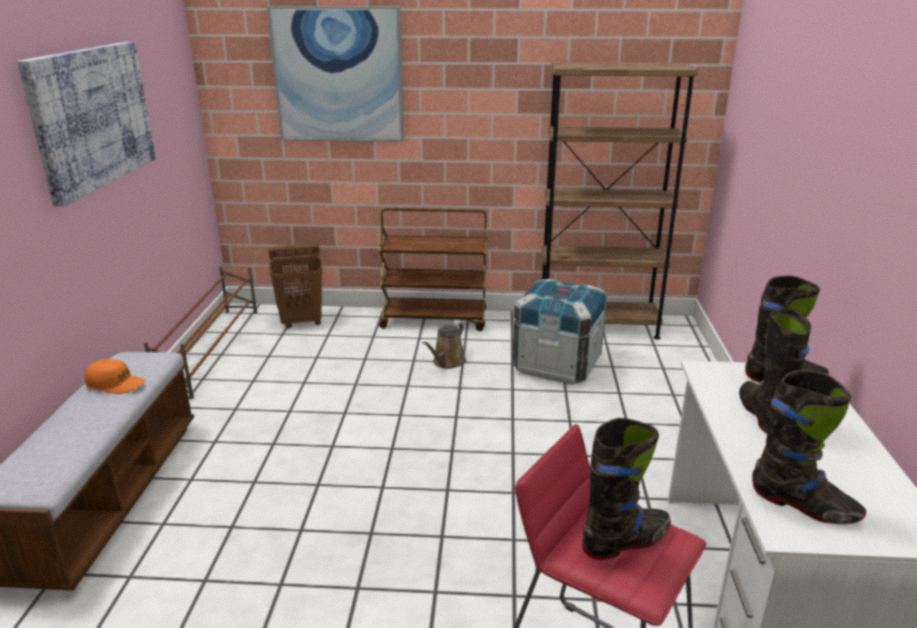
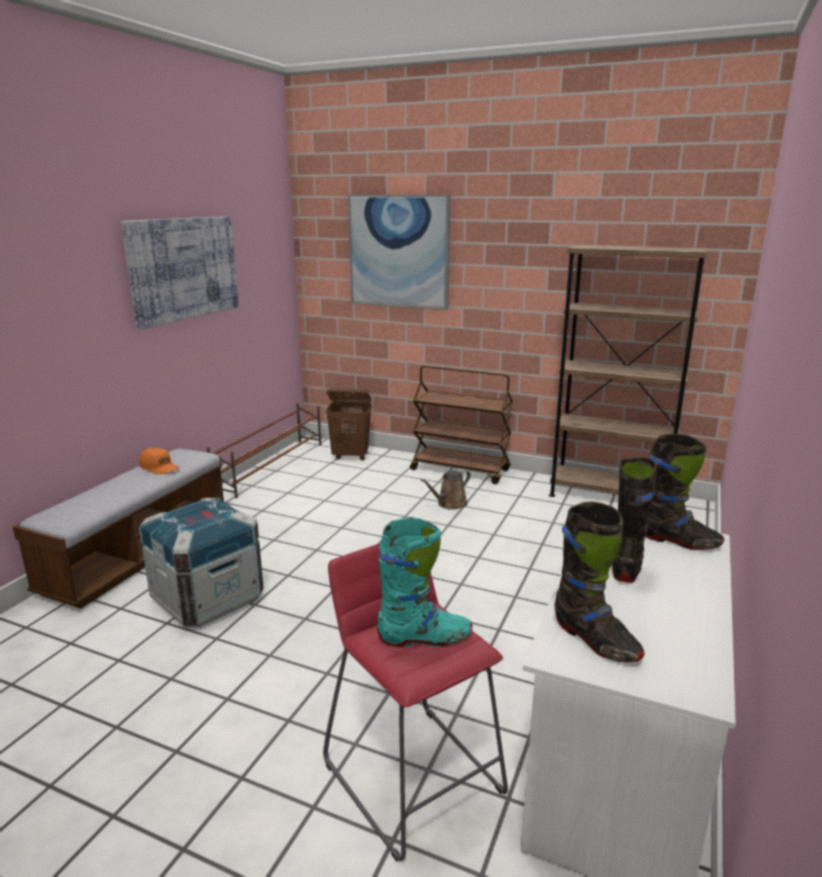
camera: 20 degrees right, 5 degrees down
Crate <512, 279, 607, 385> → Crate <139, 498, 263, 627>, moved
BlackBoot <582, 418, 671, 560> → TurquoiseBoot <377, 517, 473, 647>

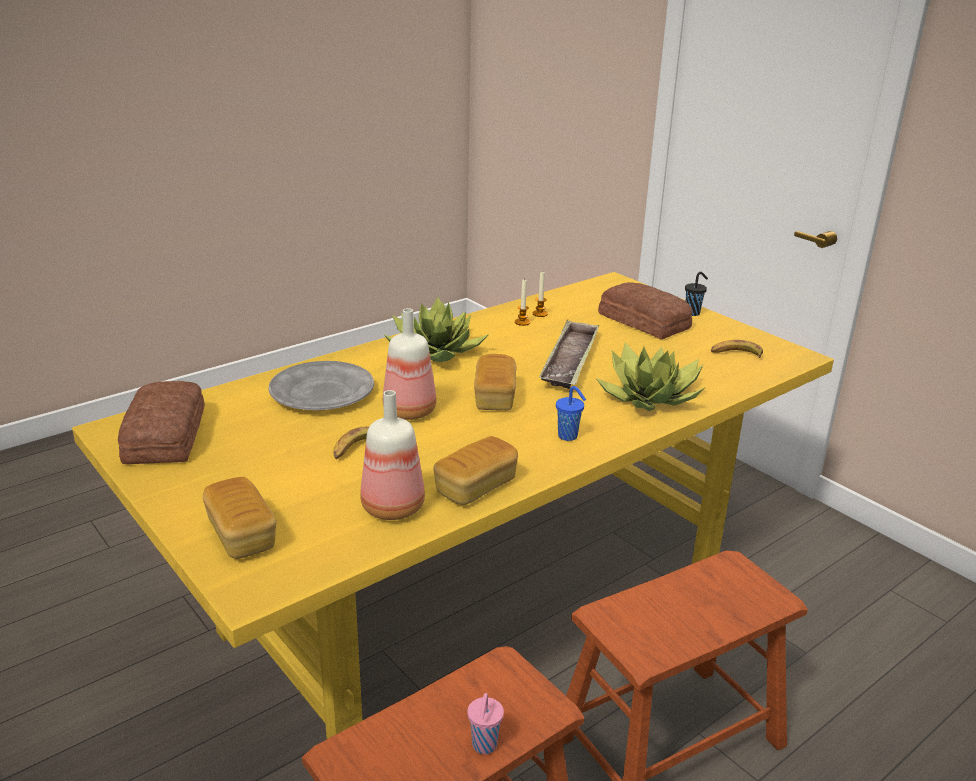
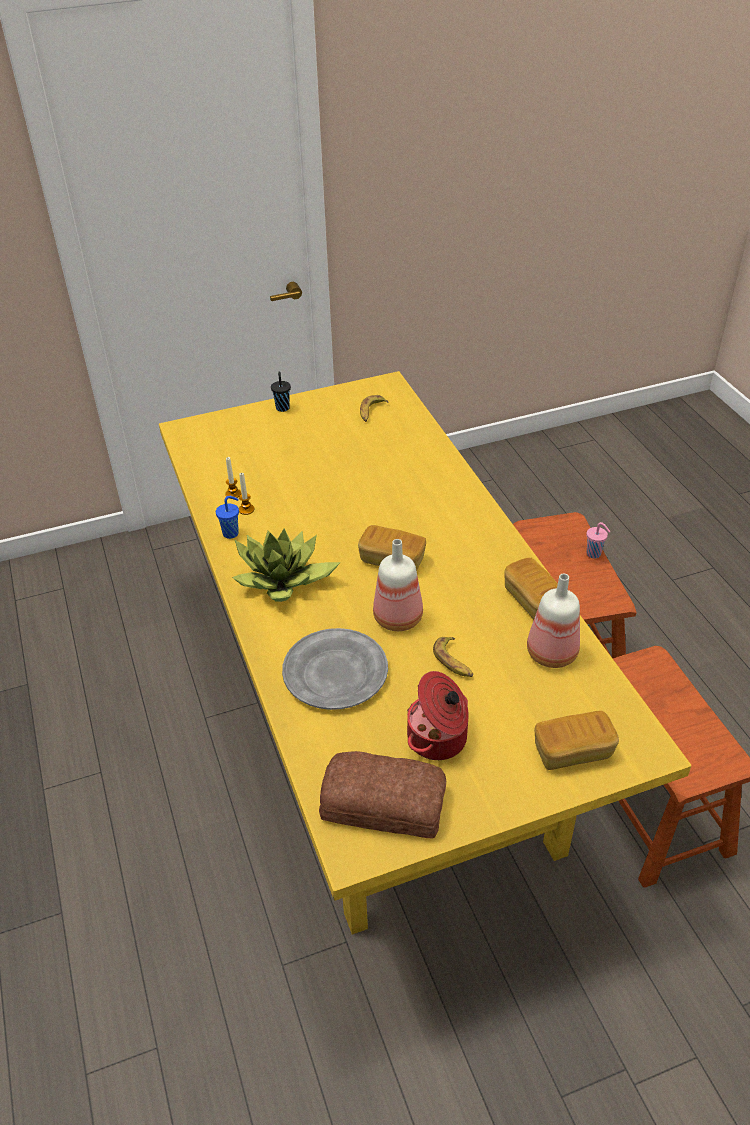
camera: 70 degrees left, 15 degrees up
Tray <539, 320, 599, 389> → -
PottedPlant <596, 342, 704, 411> → -
Bread <598, 282, 692, 339> → -
- → CookingPot <407, 671, 469, 760>
PinkCup <467, 693, 504, 754> → PinkCup <586, 522, 610, 558>, moved
BlueCup <556, 386, 586, 441> → BlueCup <216, 496, 239, 539>, moved

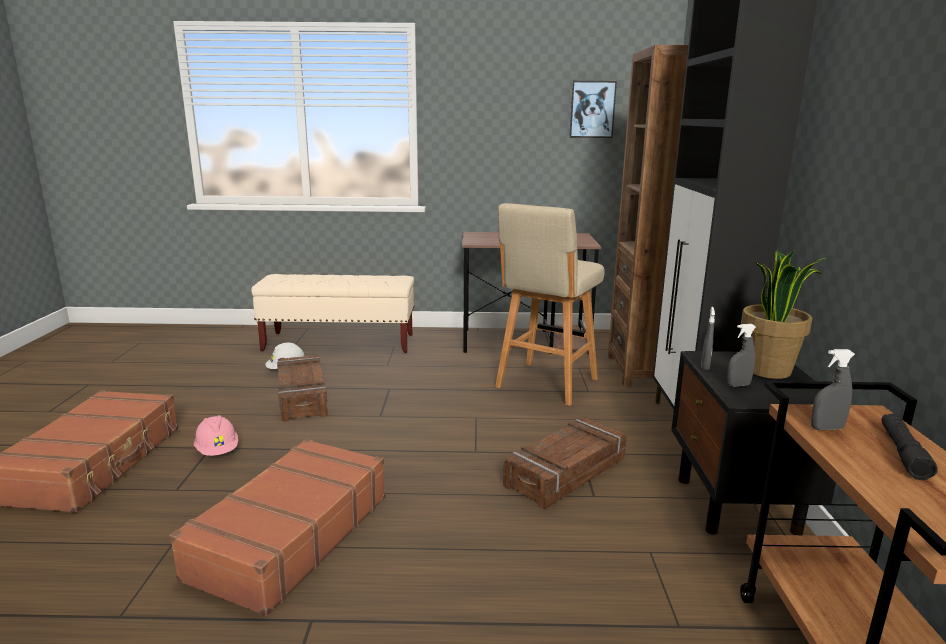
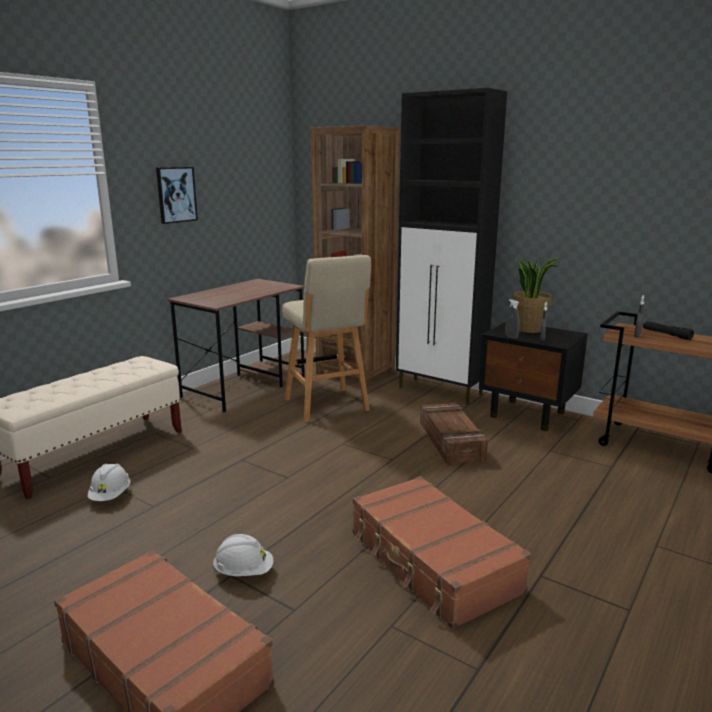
camera: 55 degrees left, 0 degrees up
Crate <277, 355, 328, 422> → -
Picture <569, 81, 617, 138> → Picture <156, 167, 198, 224>, moved
PinkHardHat <194, 415, 238, 456> → WhiteHardHat <212, 534, 273, 576>

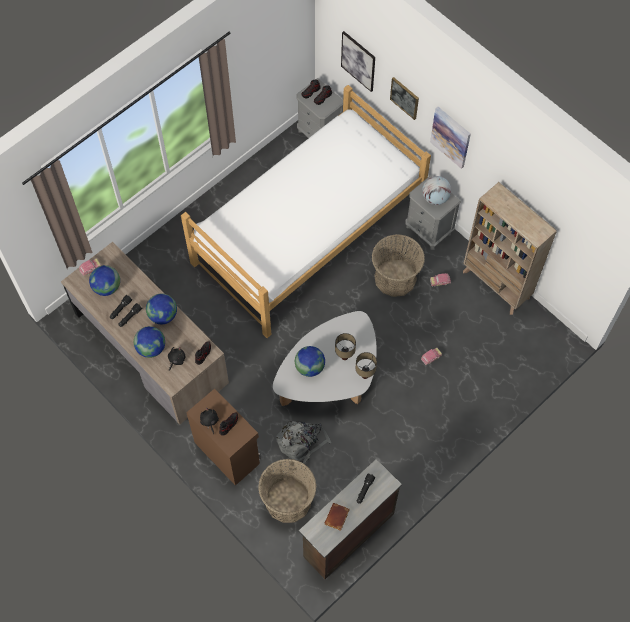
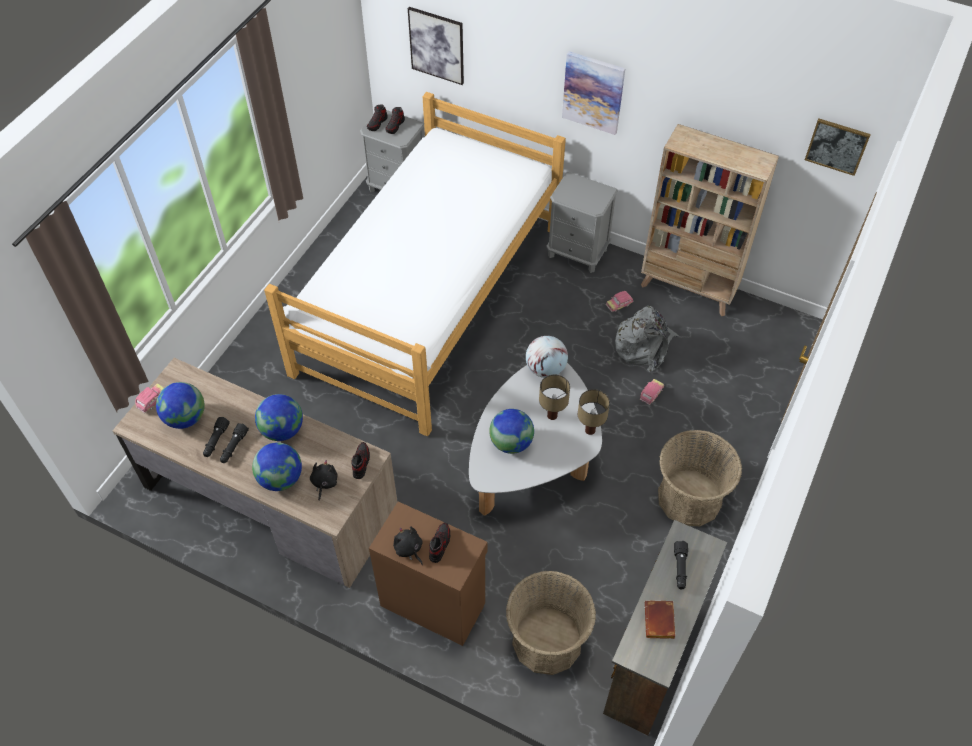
camera: 20 degrees left, 10 degrees down
GreyBackpack <277, 421, 332, 466> → GreyBackpack <615, 306, 679, 372>, moved
Basket <372, 234, 425, 297> → Basket <658, 430, 742, 526>, moved
Picture <390, 77, 419, 120> → Picture <805, 118, 871, 176>, moved
Globe <422, 176, 451, 205> → Globe <526, 336, 568, 378>, moved

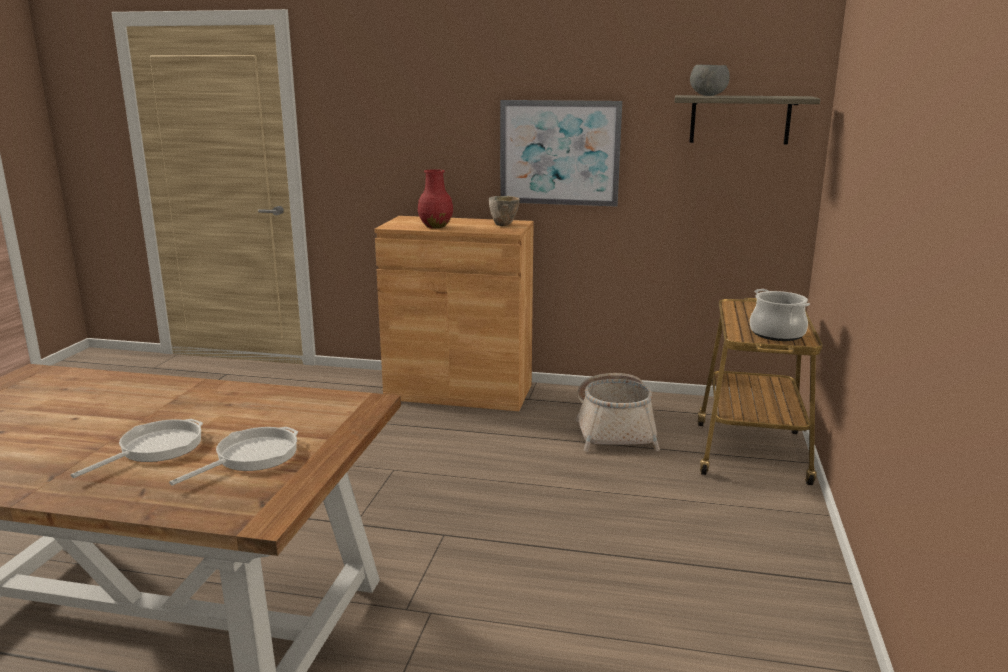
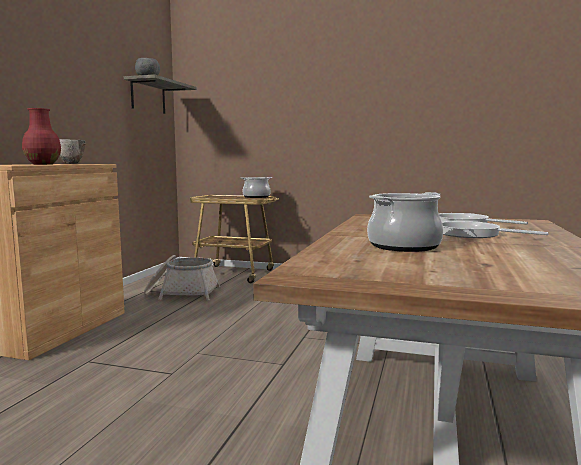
camera: 85 degrees left, 10 degrees down
Picture <500, 100, 622, 207> → -
- → CookingPot <367, 192, 443, 252>

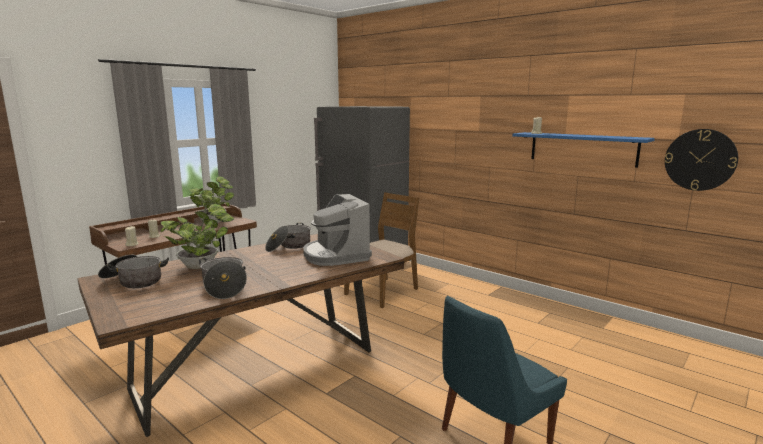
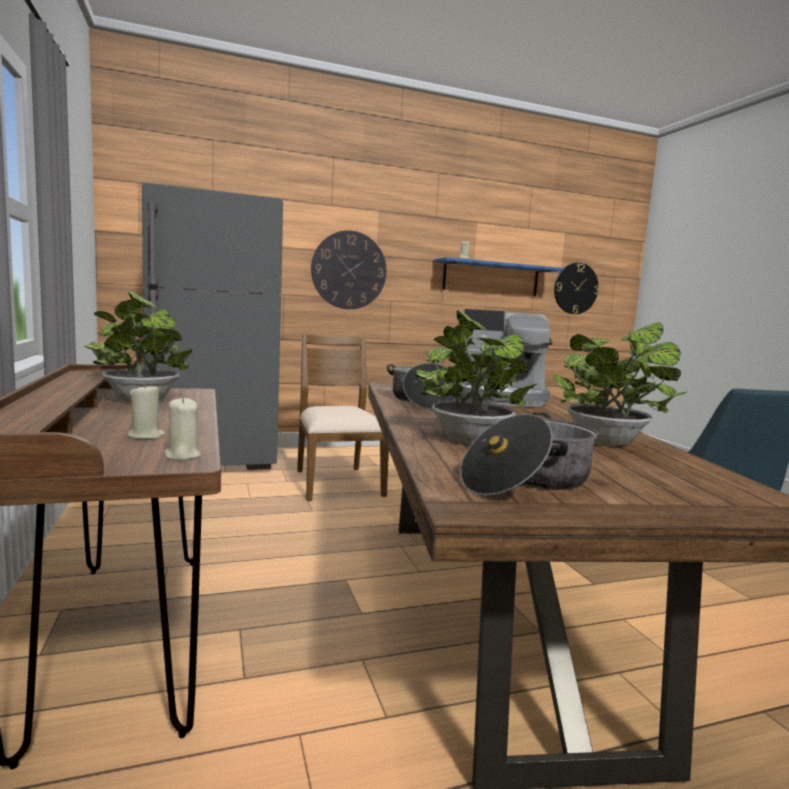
camera: 60 degrees left, 5 degrees down
- → WallClock <311, 230, 386, 309>
CookingPot <199, 257, 247, 299> → PottedPlant <553, 322, 687, 446>

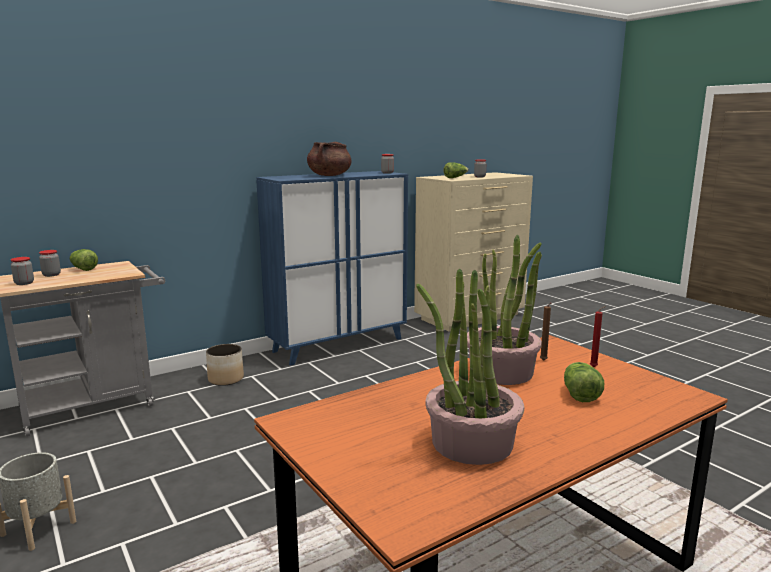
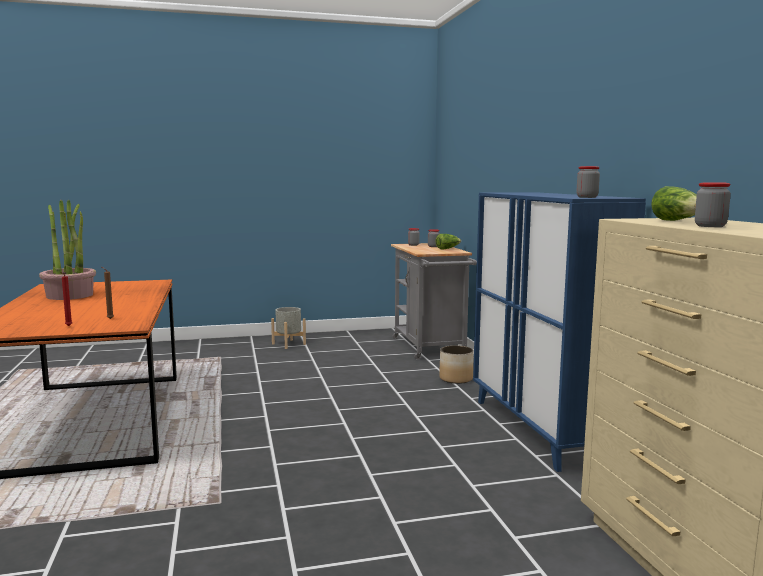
camera: 110 degrees right, 5 degrees down
BrownCookingPot <307, 142, 352, 176> → -
PottedPlant <467, 235, 542, 385> → -
Lettuce <564, 362, 604, 402> → -

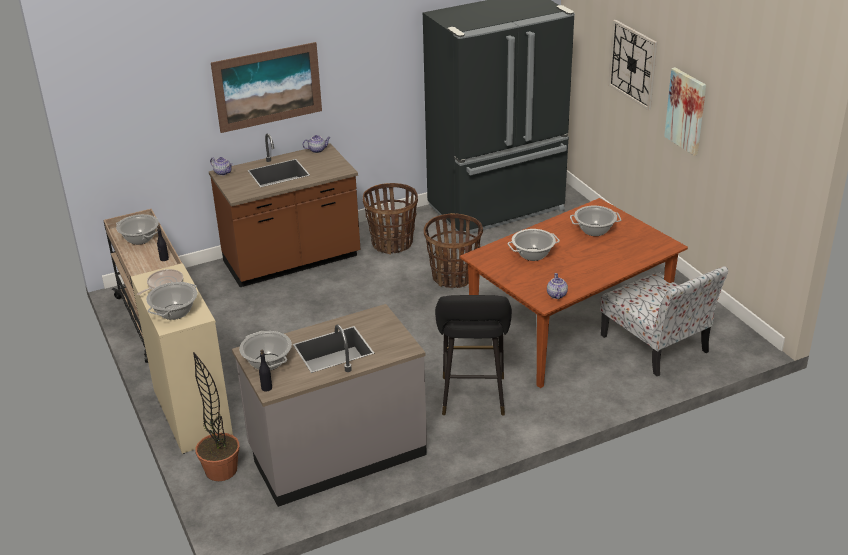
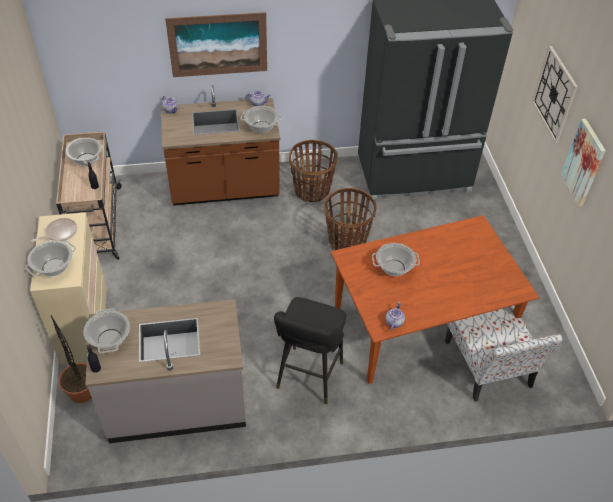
camera: 15 degrees right, 15 degrees up
CookingPot <570, 206, 621, 236> → CookingPot <241, 106, 282, 133>, moved

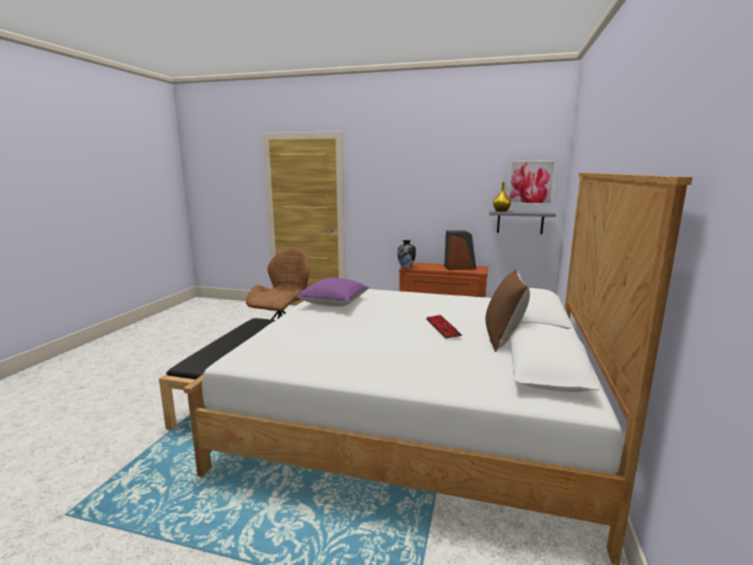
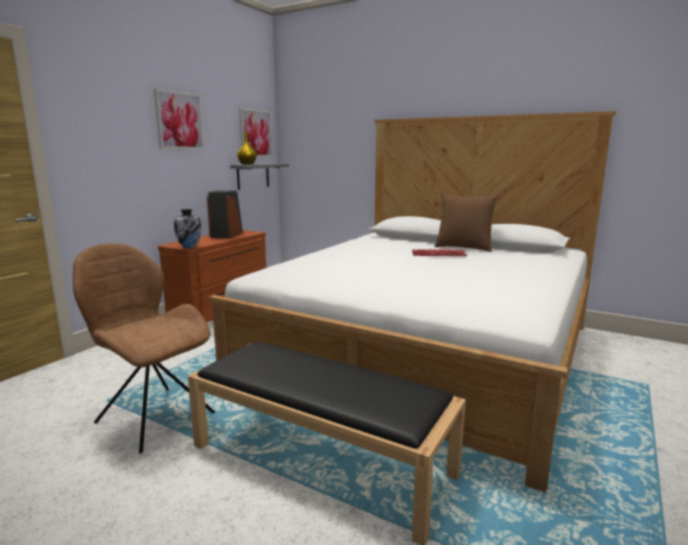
camera: 75 degrees left, 0 degrees up
PurplePillow <296, 278, 369, 307> → -
- → Picture <154, 89, 205, 149>

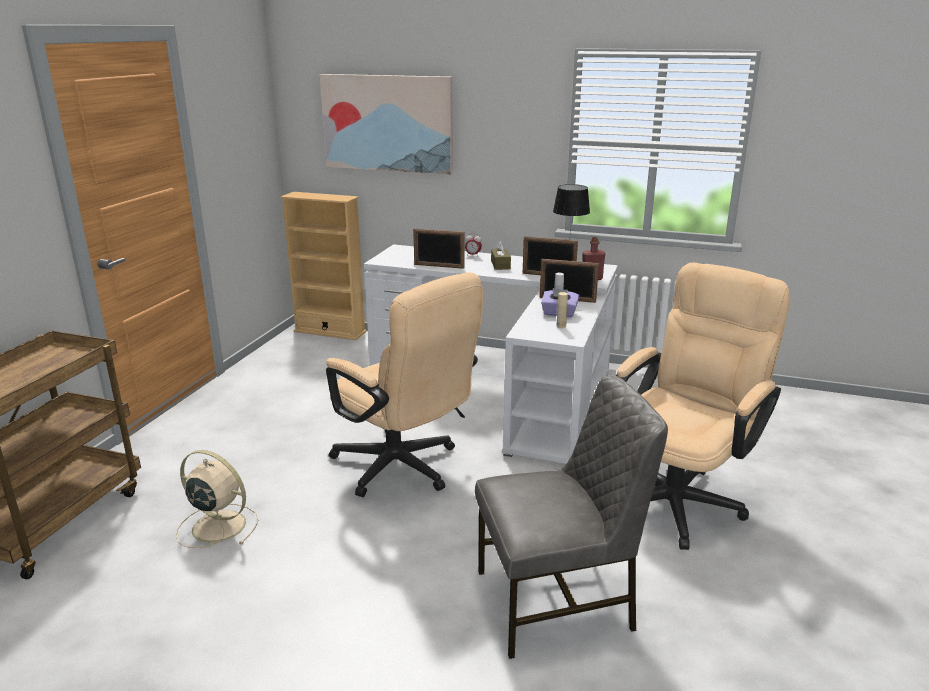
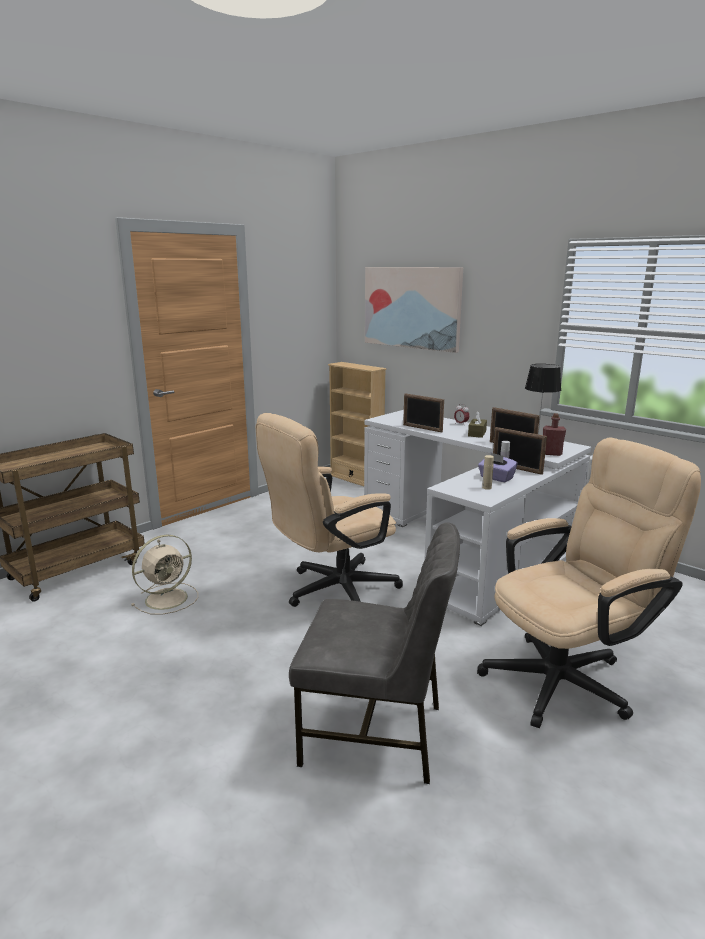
camera: 25 degrees right, 5 degrees down
BeigeFan <176, 450, 259, 548> → BeigeFan <131, 535, 198, 615>, 90 degrees clockwise
BeigeOfficeChair <326, 272, 483, 497> → BeigeOfficeChair <256, 413, 403, 607>, 75 degrees clockwise

